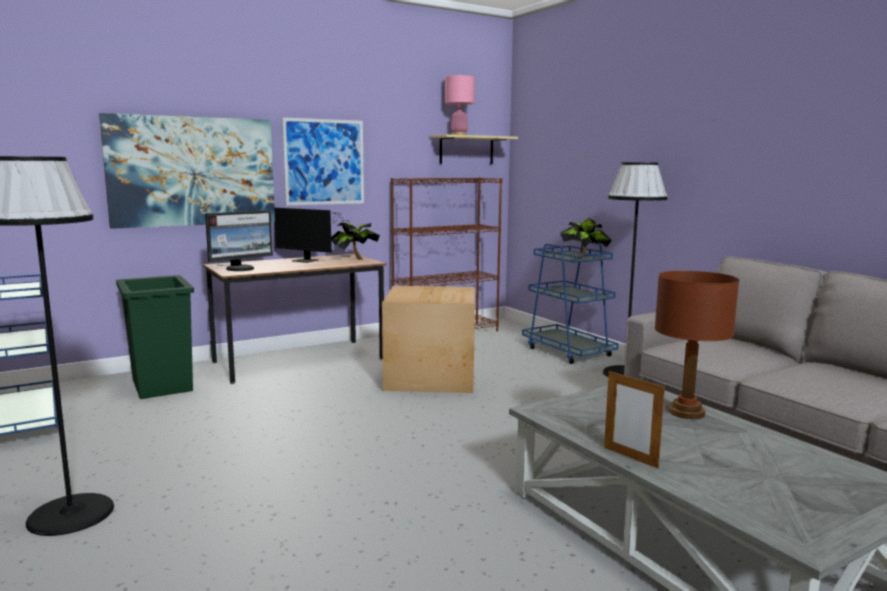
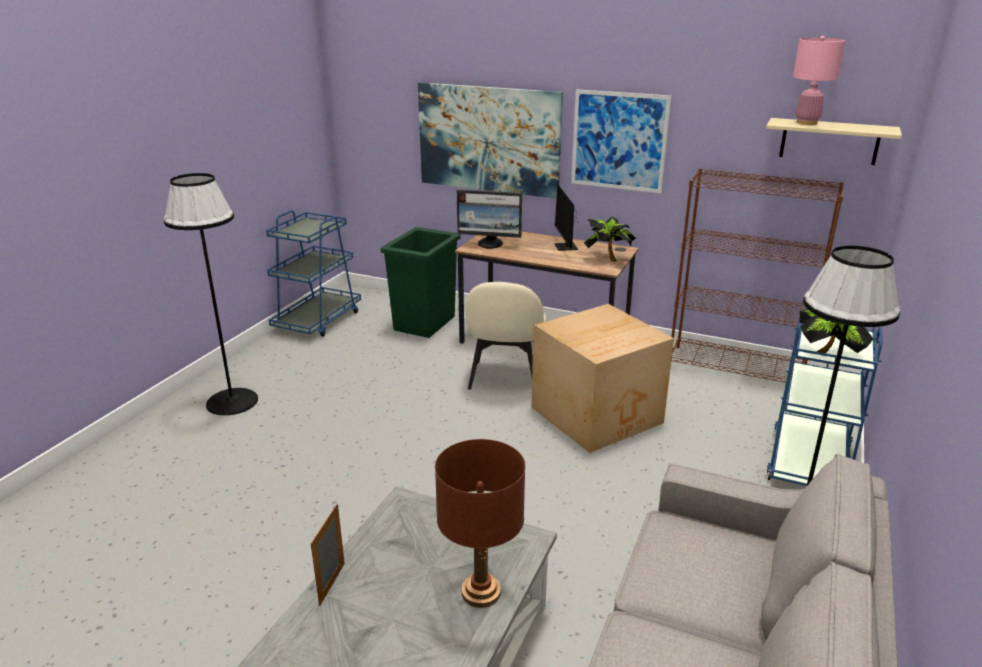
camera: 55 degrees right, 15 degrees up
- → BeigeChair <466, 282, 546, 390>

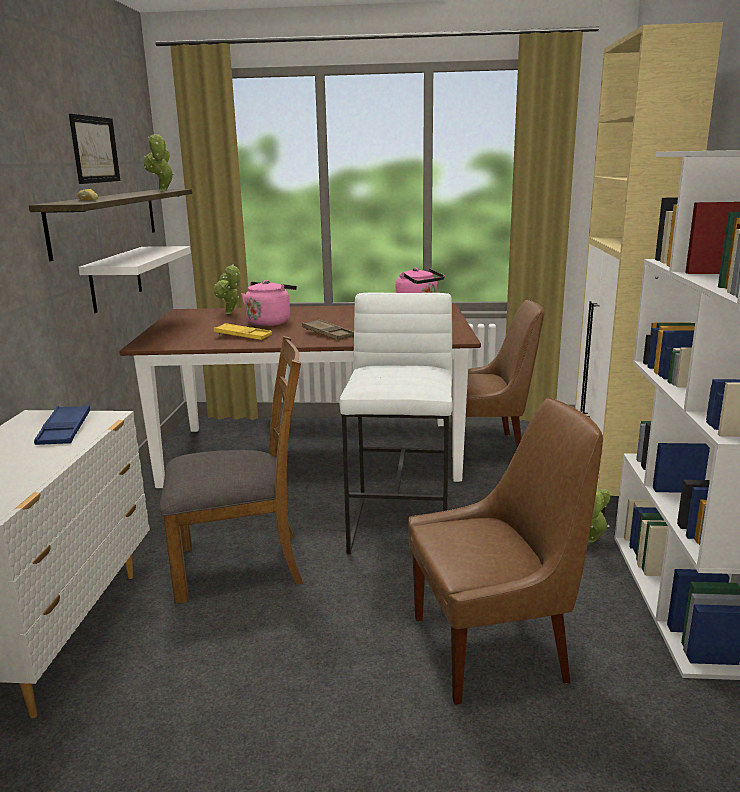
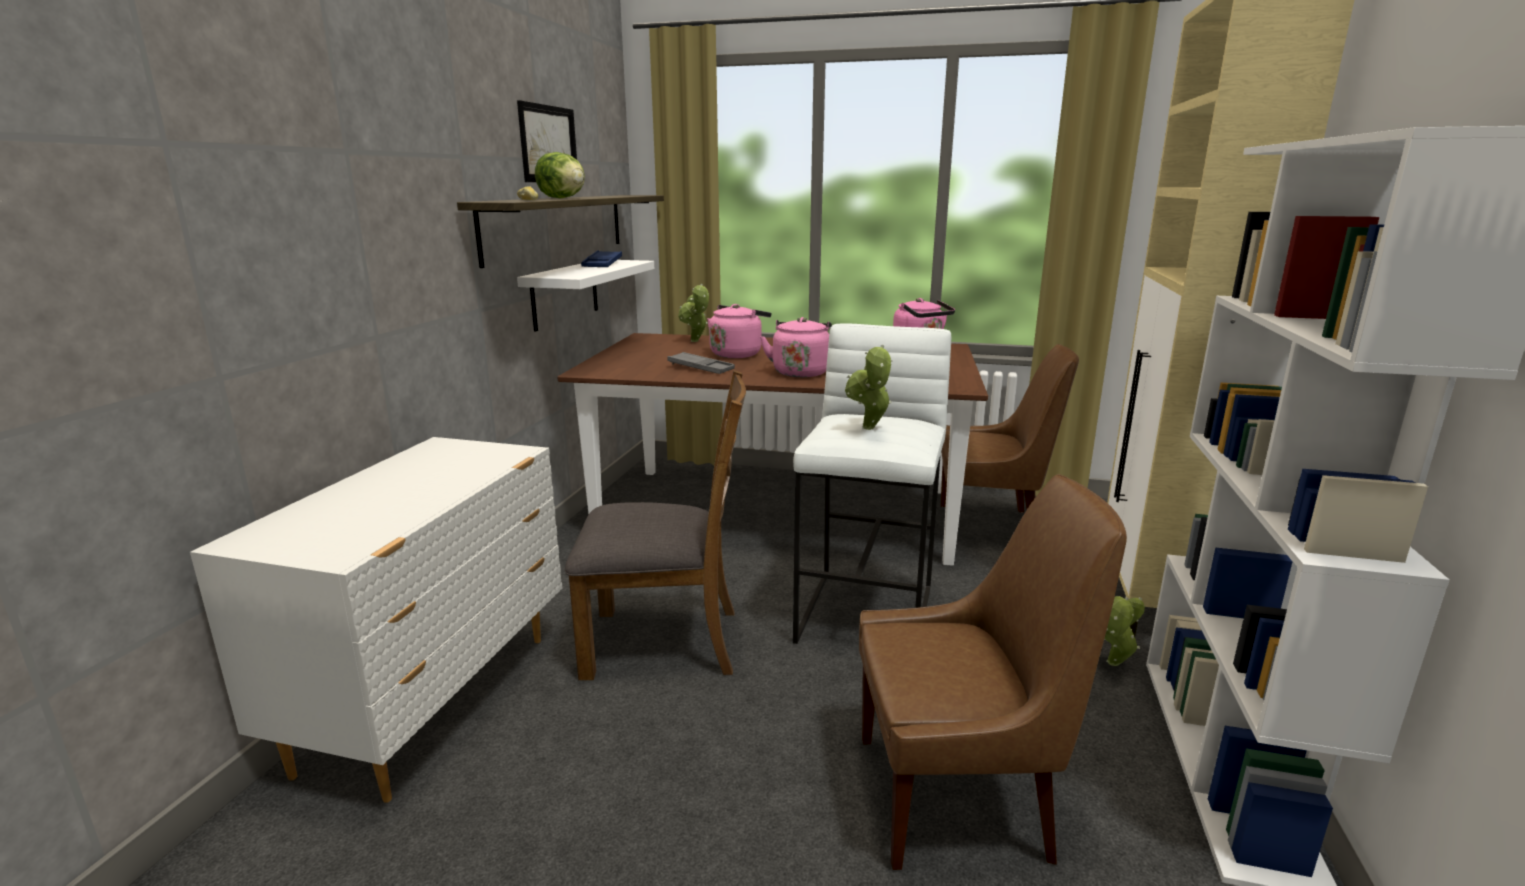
camera: 10 degrees right, 0 degrees up
- → Lettuce <535, 152, 585, 199>
BlueTray <34, 405, 90, 445> → BlueTray <581, 250, 622, 267>, moved
PottedPlant <143, 134, 174, 191> → PottedPlant <845, 345, 893, 430>, moved
BrownTray <302, 320, 354, 340> → PinkKettle <760, 317, 832, 377>
YellowTray <214, 323, 272, 340> → GreyTray <667, 352, 735, 374>

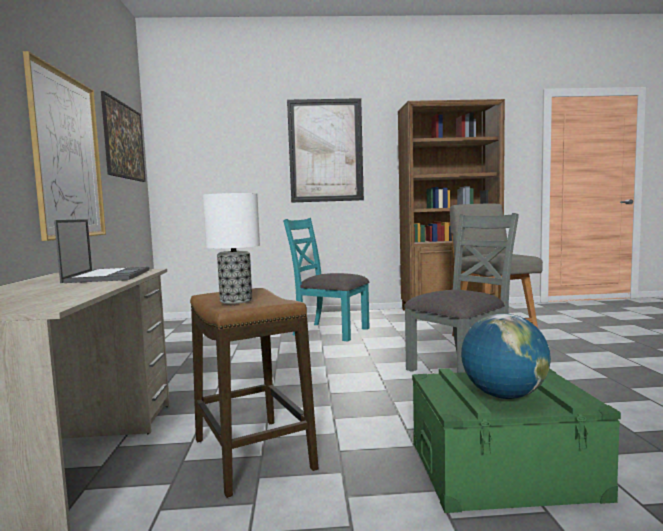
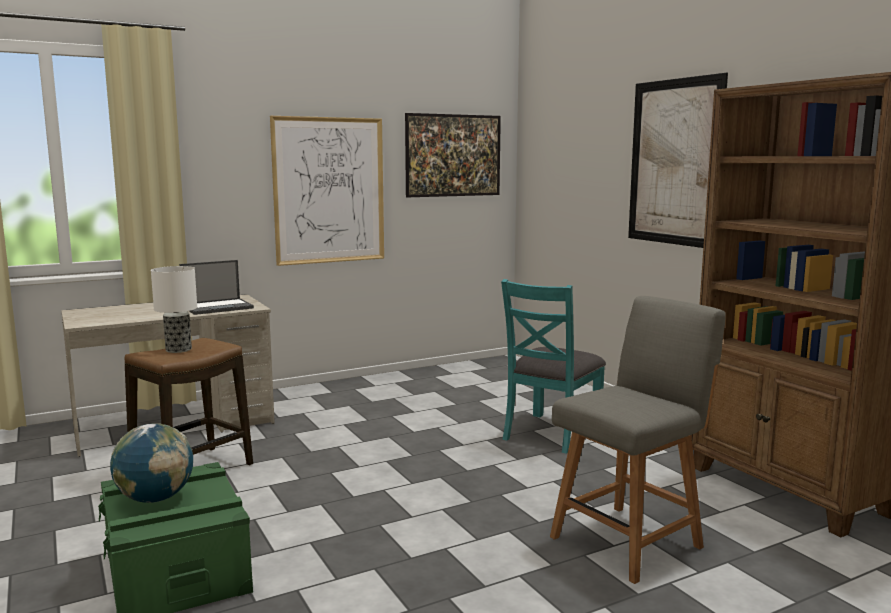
camera: 65 degrees right, 5 degrees up
GreyChair <404, 213, 519, 373> → -
TurquoiseChair <283, 218, 369, 341> → TurquoiseChair <501, 279, 606, 454>, 150 degrees counterclockwise

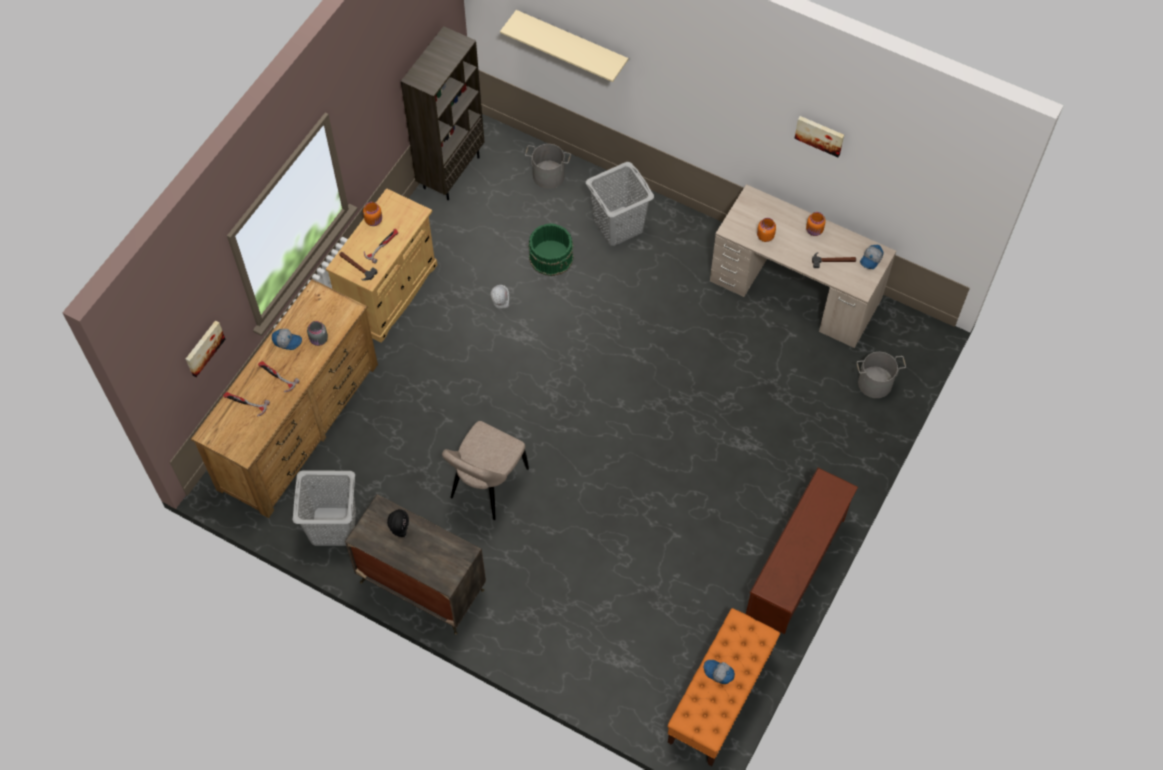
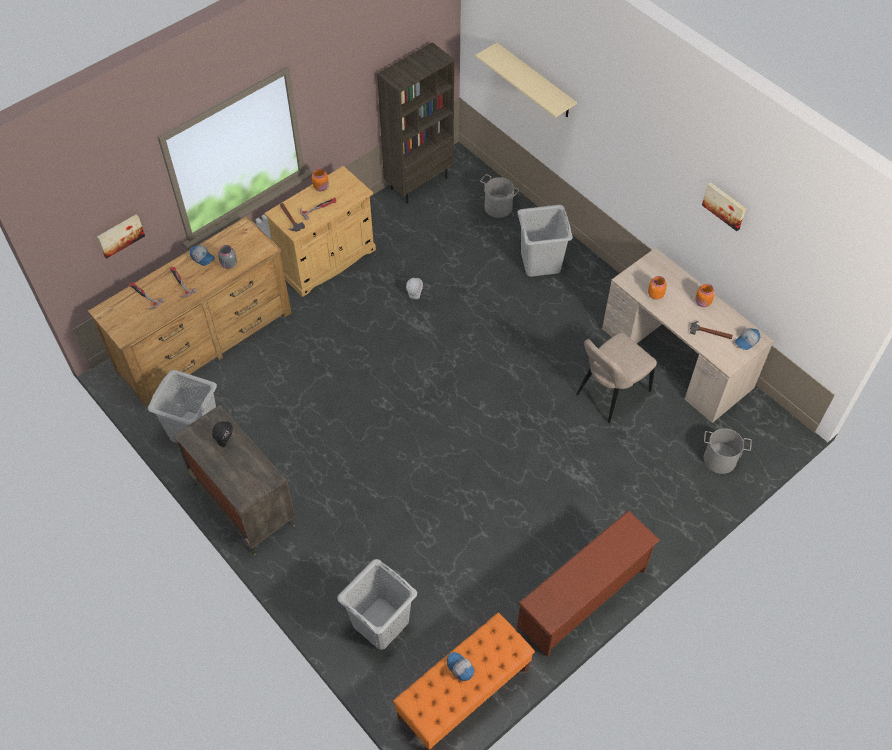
camera: 20 degrees right, 5 degrees down
GreenBucket <528, 223, 574, 276> → -
- → GreyLaundryBasket <337, 559, 417, 650>
BeigeChair <442, 421, 529, 520> → BeigeChair <576, 332, 657, 423>, moved

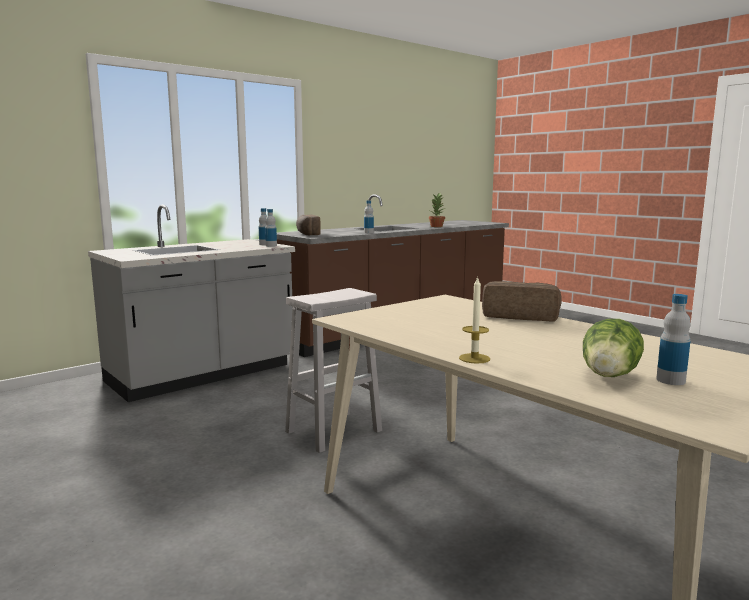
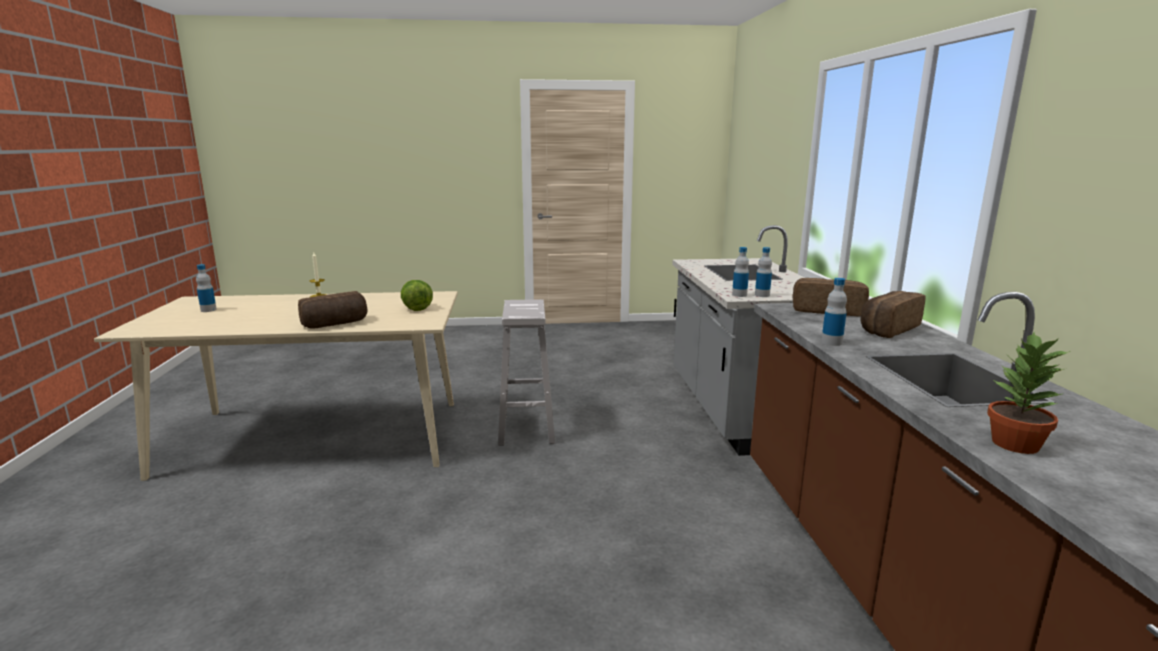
camera: 125 degrees right, 5 degrees up
- → Bread <860, 291, 926, 338>
Lettuce <583, 319, 644, 377> → Lettuce <401, 280, 433, 311>, moved

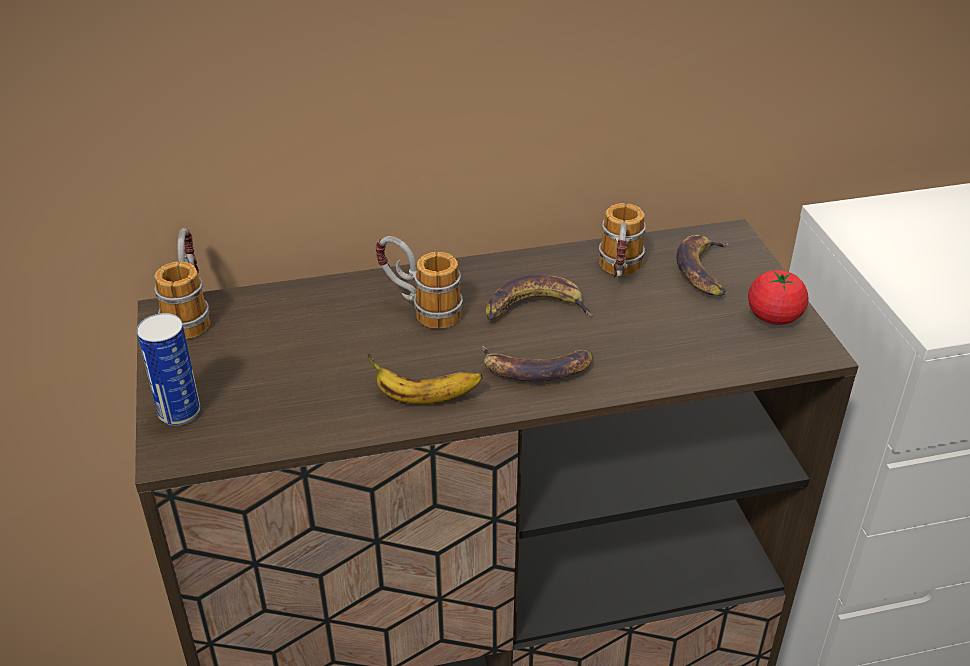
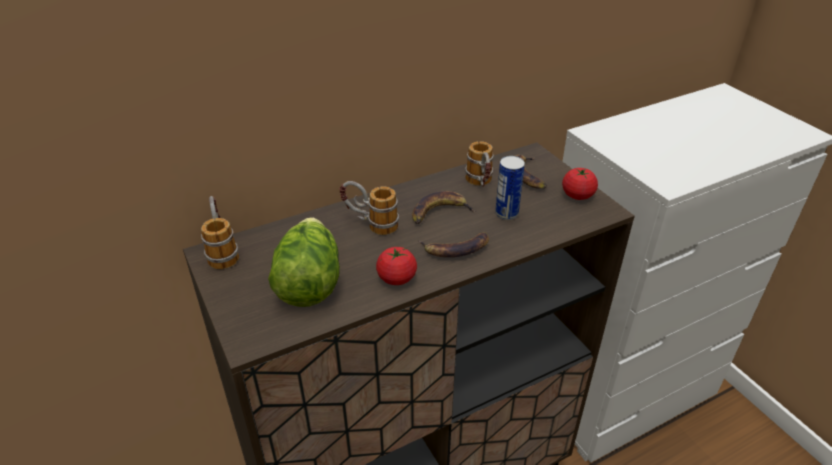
camera: 15 degrees left, 0 degrees up
- → Lettuce <268, 217, 340, 307>
Can <137, 313, 201, 426> → Can <495, 156, 525, 220>, moved
Banana <367, 354, 483, 404> → Tomato <376, 247, 417, 285>

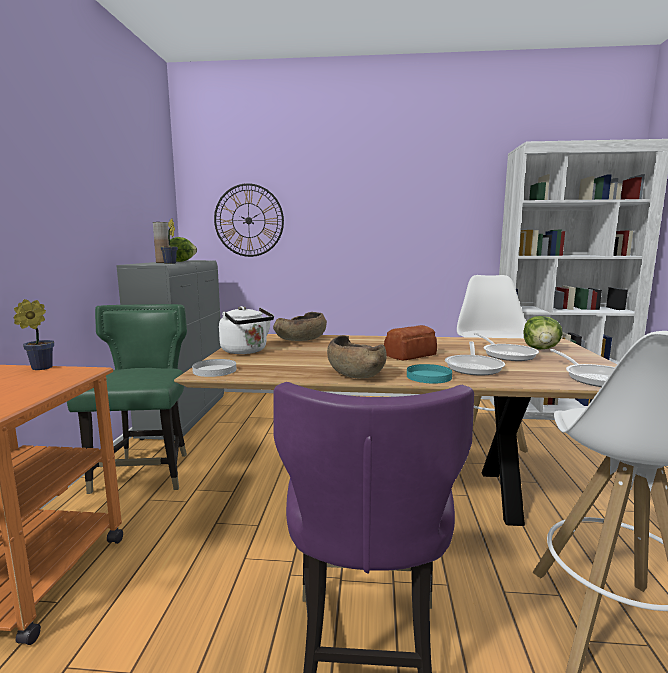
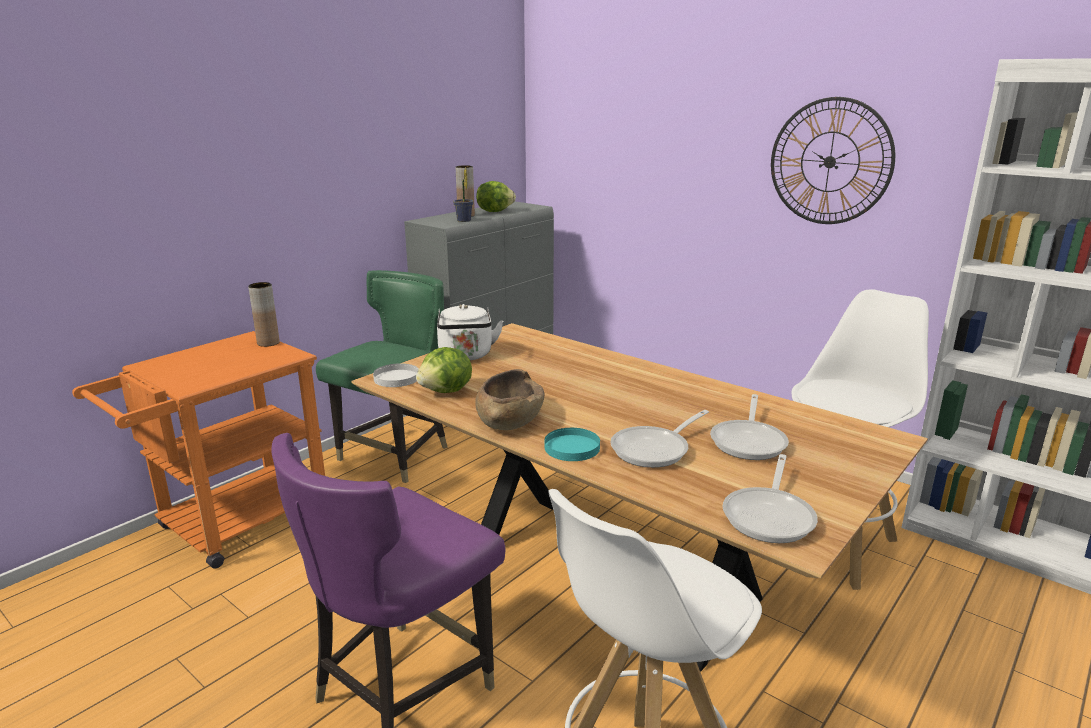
camera: 35 degrees right, 10 degrees up
BrownBowl <273, 312, 327, 341> → -
Bread <384, 325, 437, 361> → -
WallClock <214, 183, 284, 257> → WallClock <771, 97, 895, 224>, moved
Lettuce <524, 316, 563, 349> → Lettuce <416, 347, 472, 393>, moved
PottedPlant <13, 299, 54, 370> → BrownVase <248, 282, 280, 347>

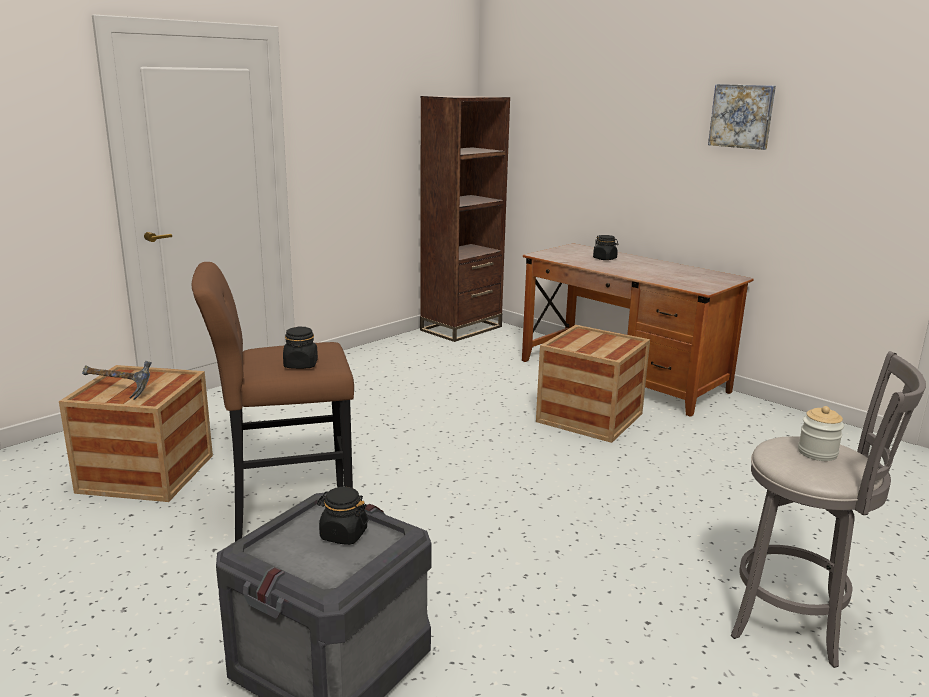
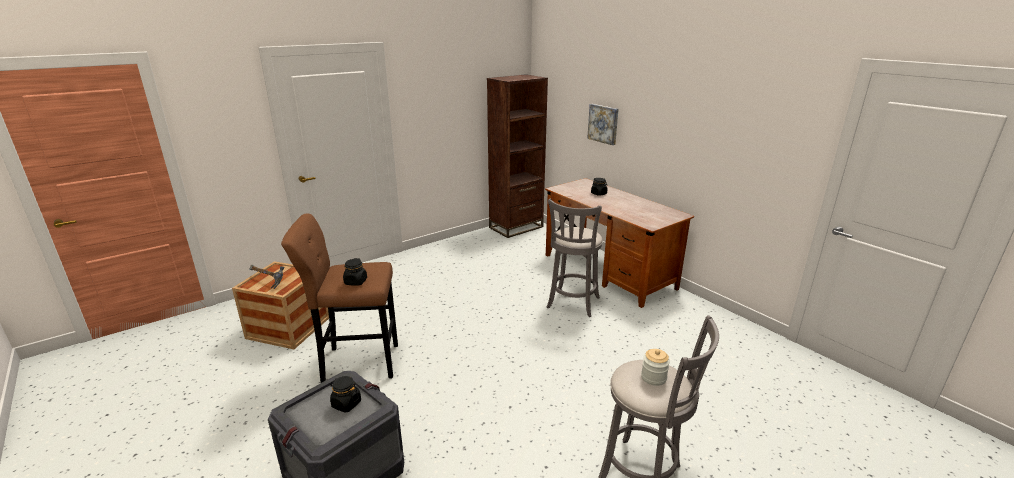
camera: 10 degrees right, 5 degrees up
Picture <708, 84, 776, 150> → Picture <587, 104, 619, 145>, moved
Crate <536, 325, 650, 443> → GreyStool <547, 198, 603, 317>

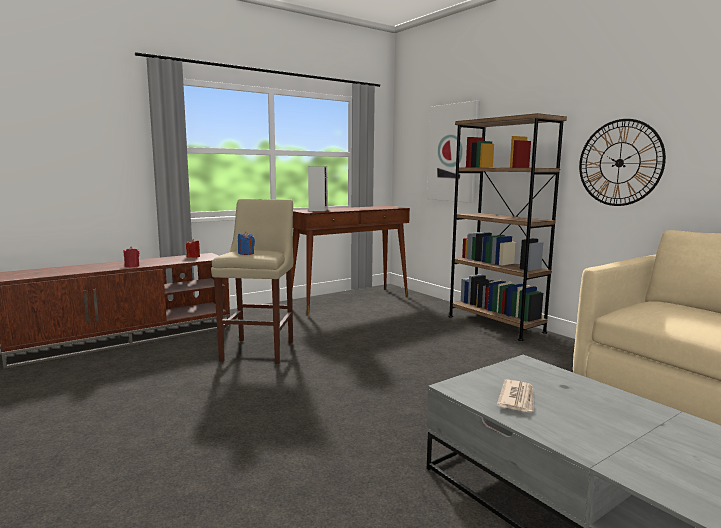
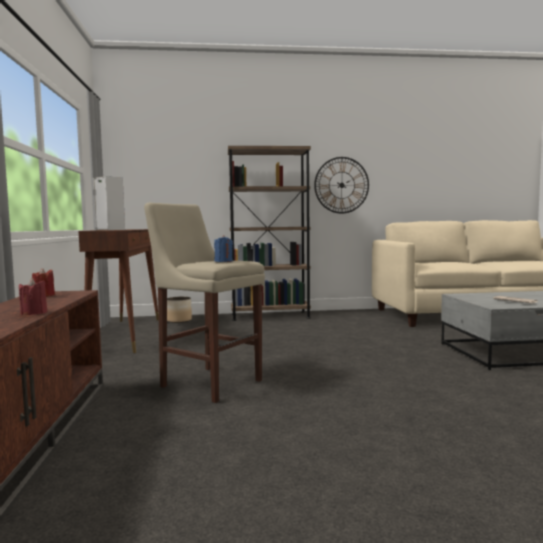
camera: 60 degrees left, 5 degrees down
Picture <427, 100, 480, 203> → -
- → Planter <167, 297, 192, 323>

